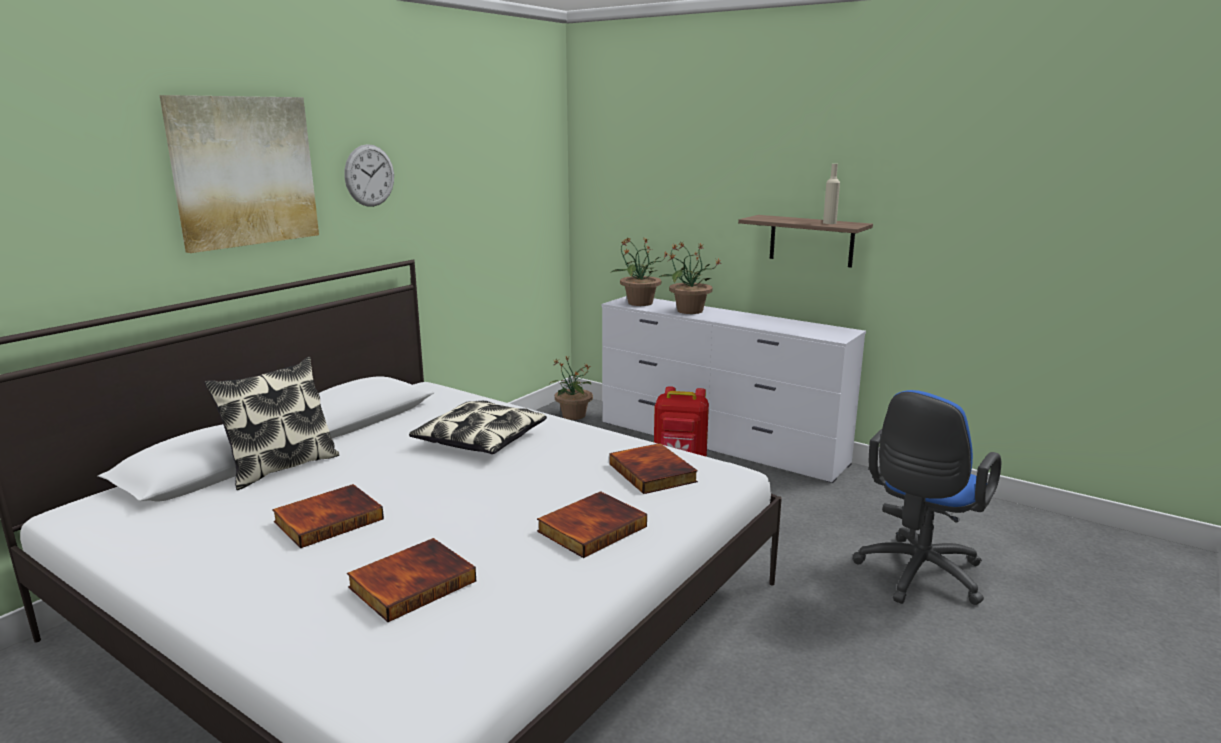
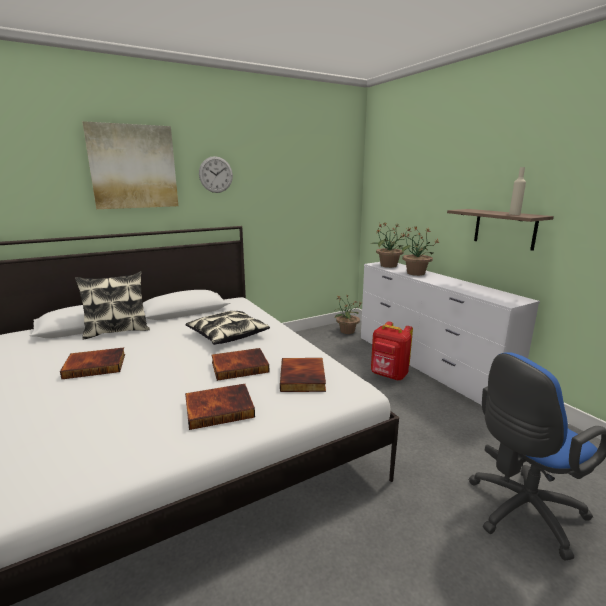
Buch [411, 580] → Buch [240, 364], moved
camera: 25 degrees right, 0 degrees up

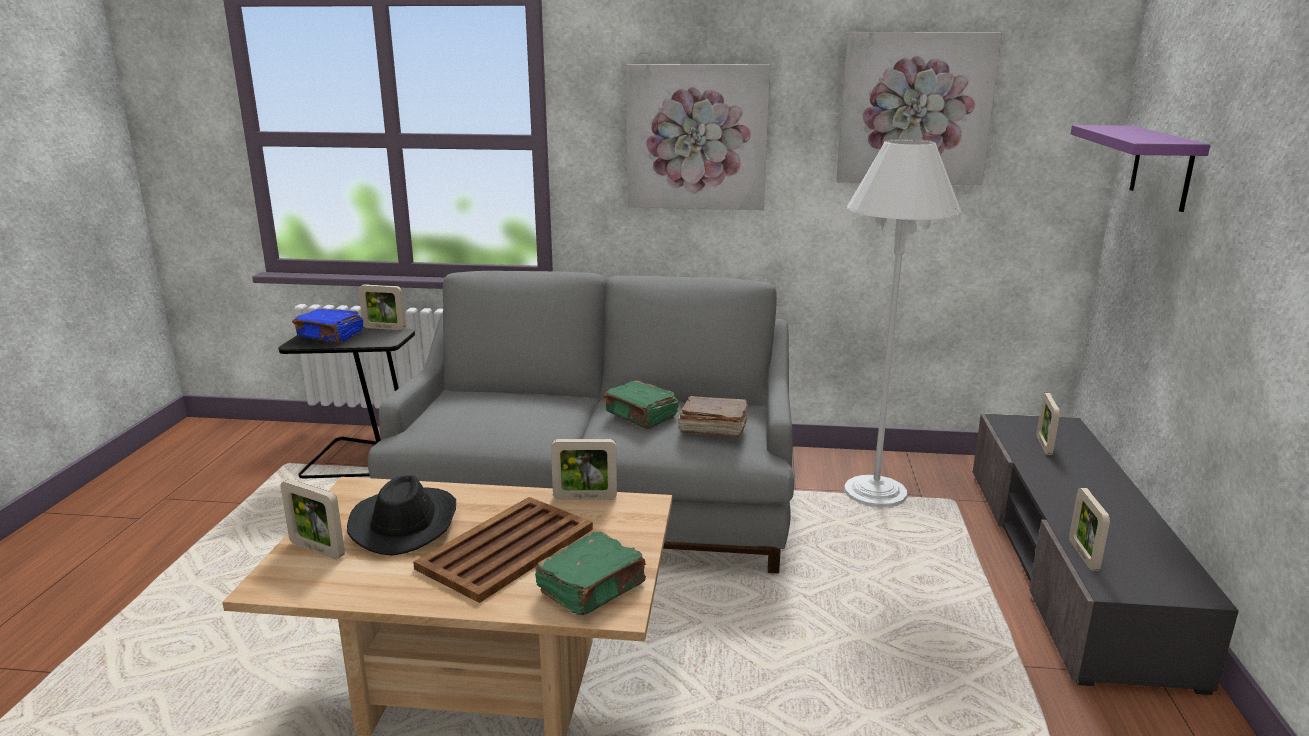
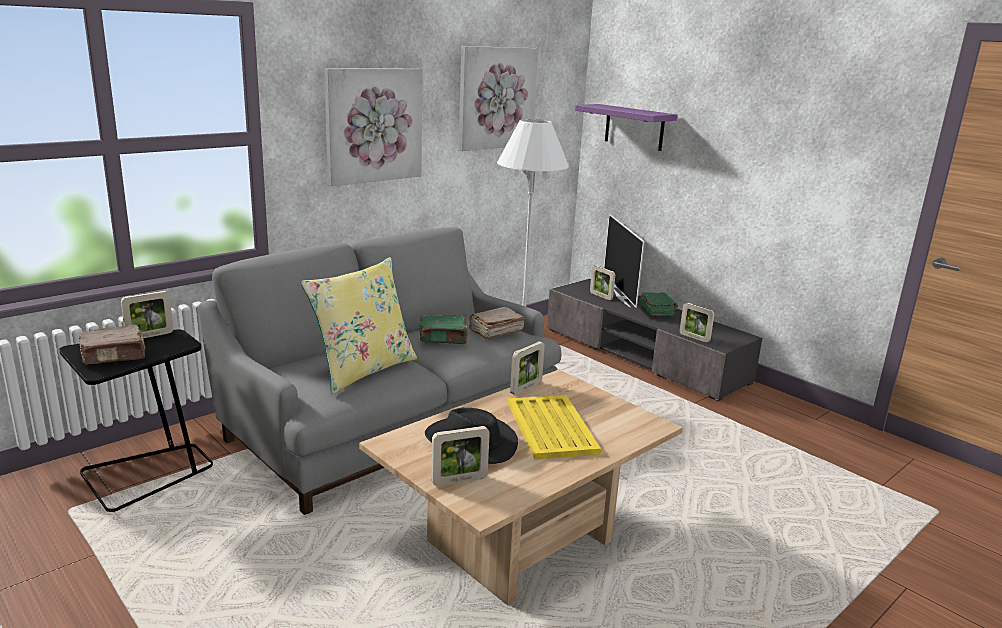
- → Kissen [gelb] [359, 325]
- → Fernseher [624, 261]
Buch [grün] [590, 573] → Buch [grün] [658, 304], moved
Buch [blau] [327, 325] → Buch [braun] [112, 345]
Tablett [braun] [503, 550] → Tablett [gelb] [554, 427]
camera: 50 degrees left, 0 degrees up

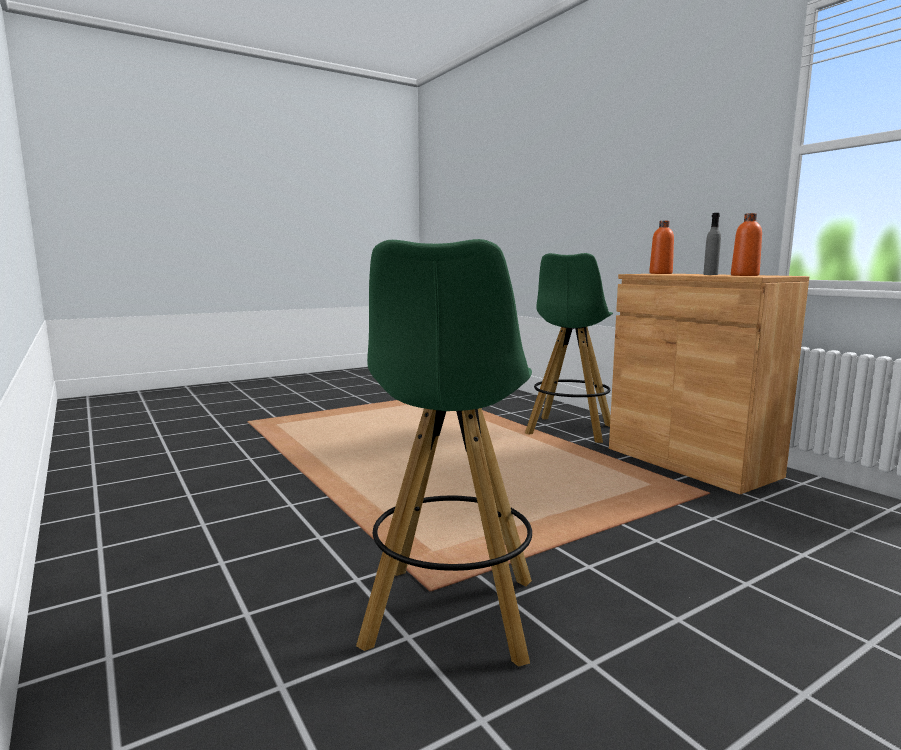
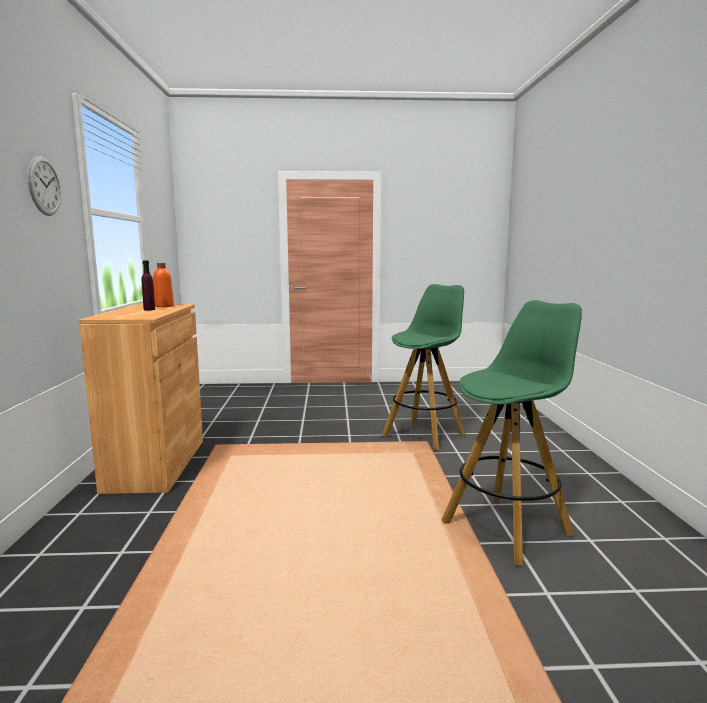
Flasche [orange] [661, 247] → -
- → Wanduhr [44, 186]
Hocker [grün] [569, 348] → Hocker [grün] [512, 433], moved
Flasche [grau] [712, 244] → Flasche [lila] [148, 285]
camera: 150 degrees left, 0 degrees up

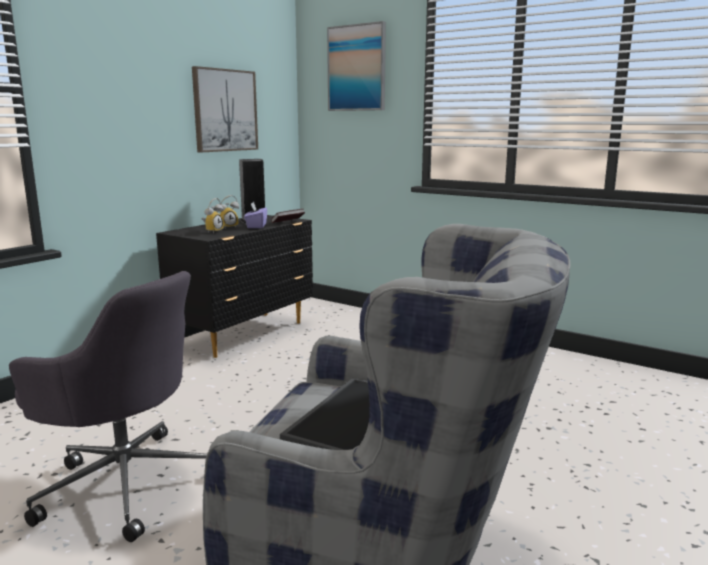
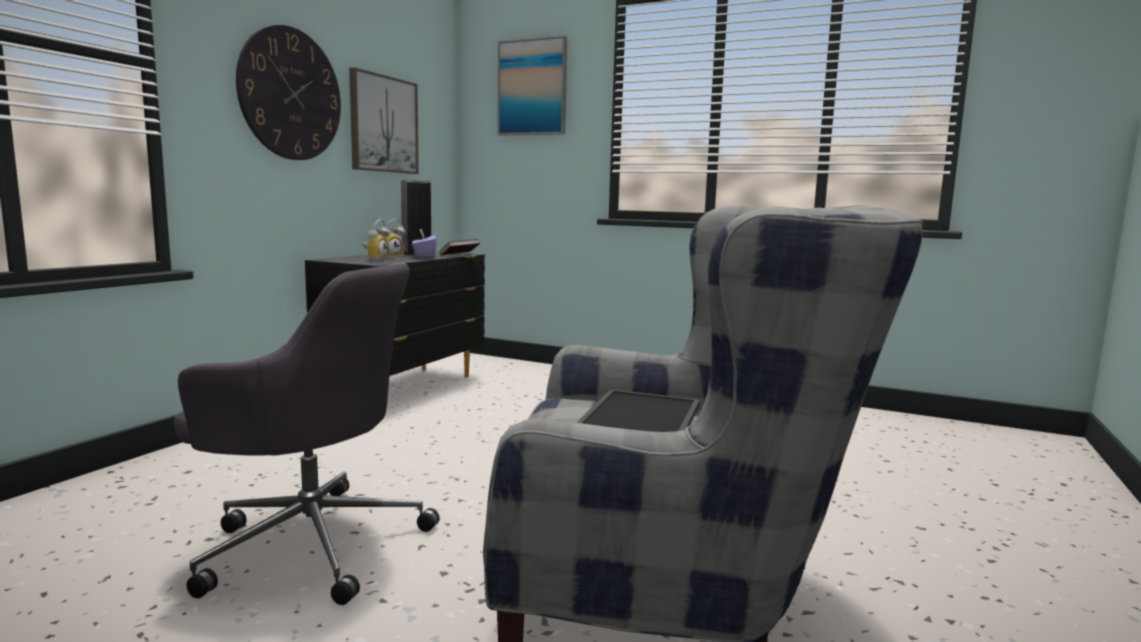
- → Wanduhr [288, 92]
camera: 10 degrees left, 5 degrees down

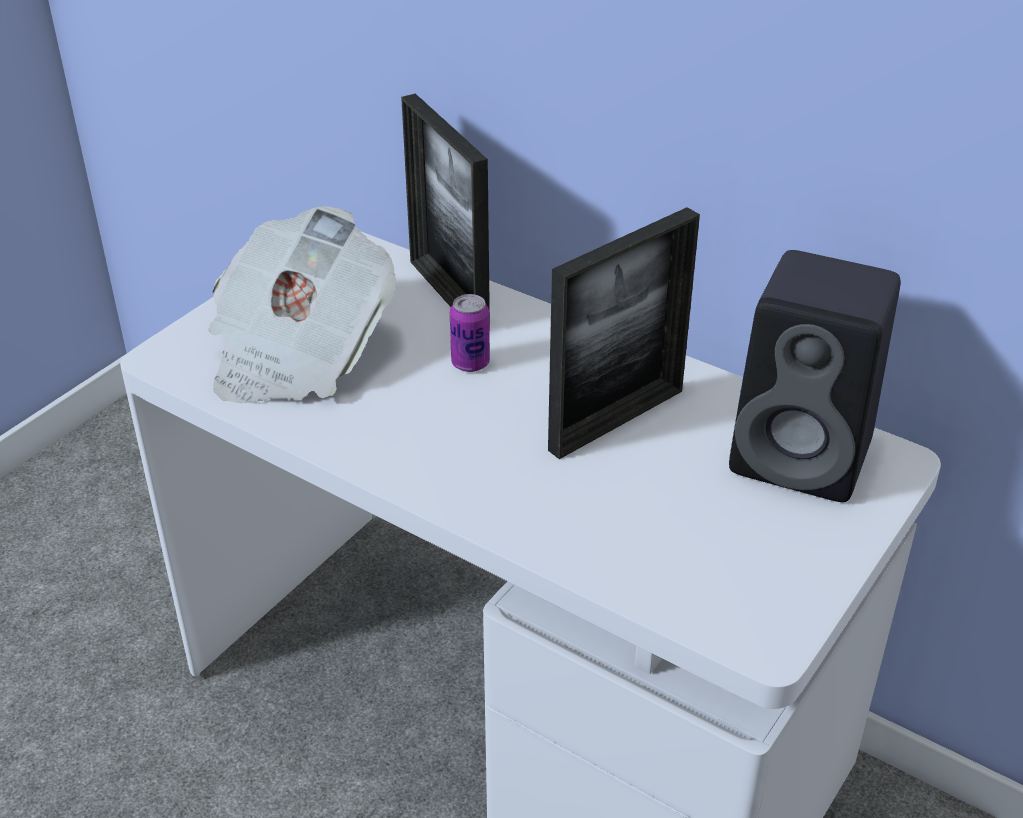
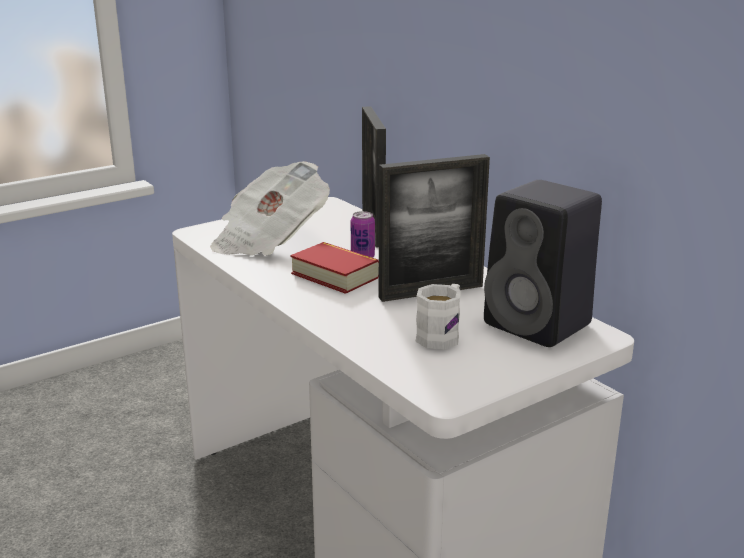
- → Buch [334, 268]
- → Henkelbecher [weiß] [438, 317]
camera: 20 degrees right, 15 degrees down

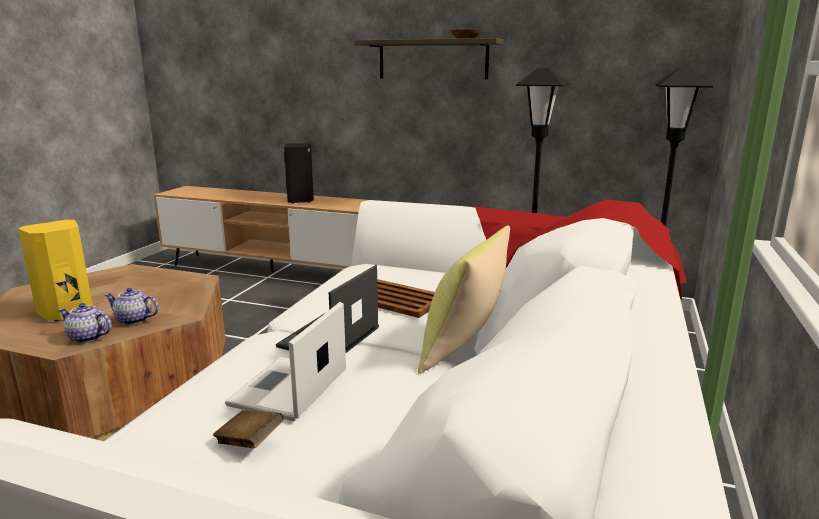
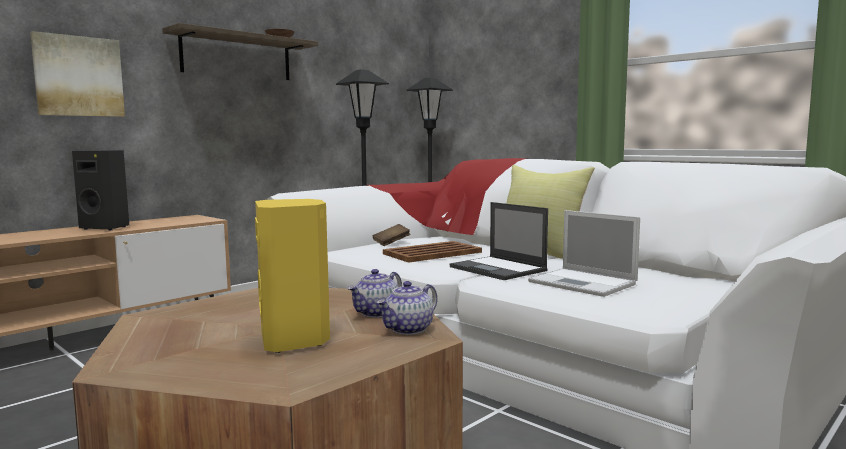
- → Bild [77, 74]
Buch [braun] [248, 429] → Buch [braun] [391, 235], moved
camera: 65 degrees left, 10 degrees down

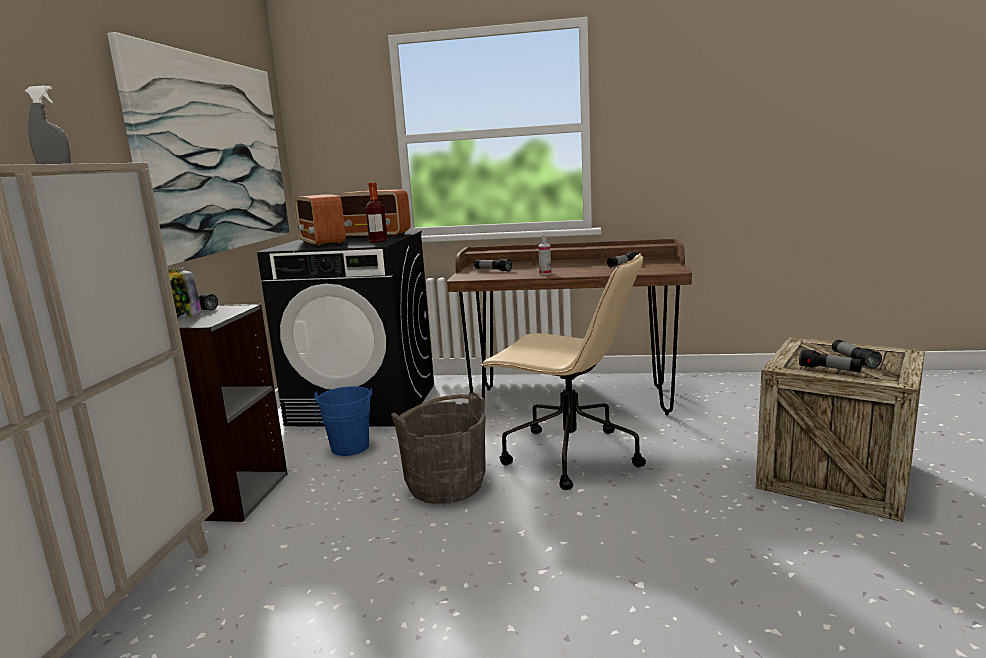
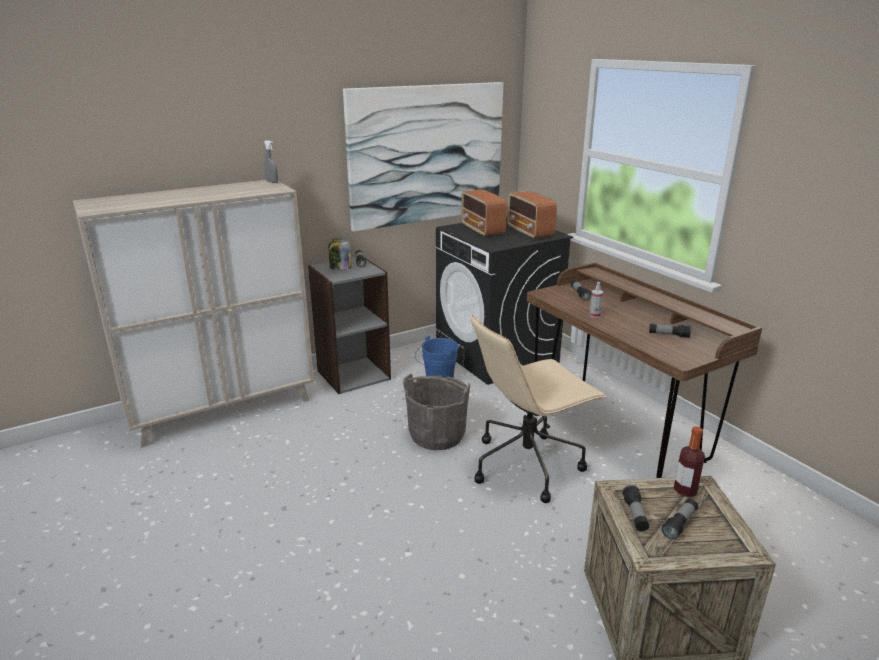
Flasche [377, 212] → Flasche [689, 461], moved
Radio [320, 220] → Radio [484, 213], 45 degrees counterclockwise
Bürostuhl [beige] [563, 371] → Bürostuhl [beige] [539, 409], 75 degrees clockwise
camera: 50 degrees right, 10 degrees up

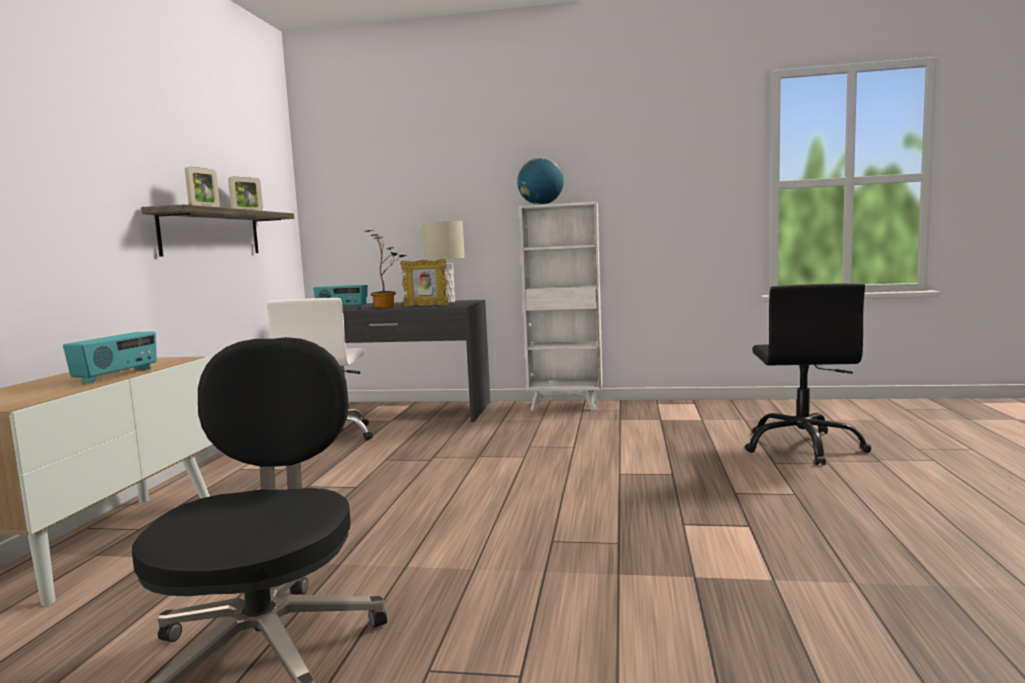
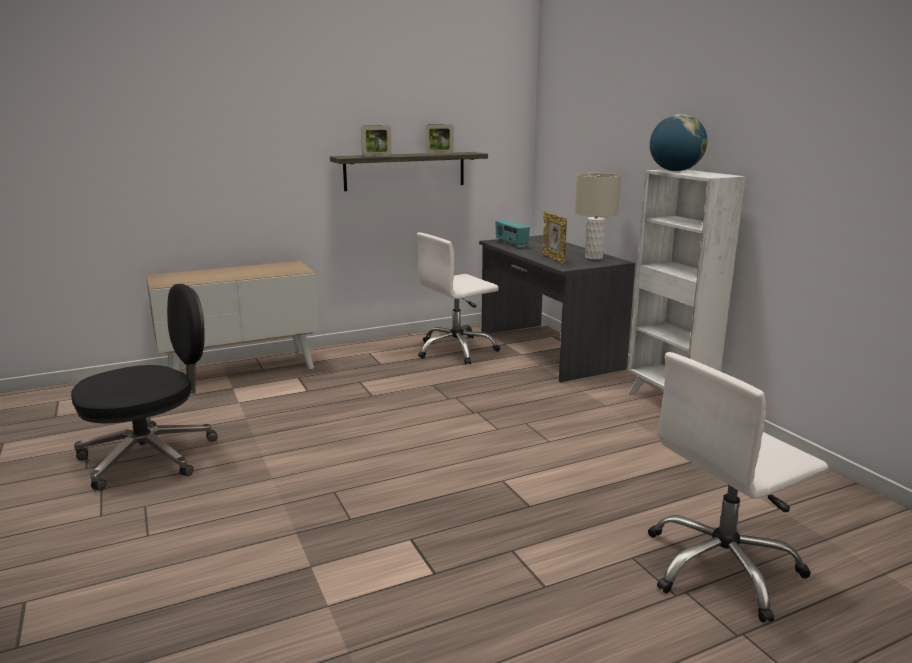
Radio [110, 357] → -
Topfpflanze [385, 269] → -
Bürostuhl [schwarz] [808, 374] → Bürostuhl [weiß] [738, 487]
camera: 55 degrees right, 10 degrees up

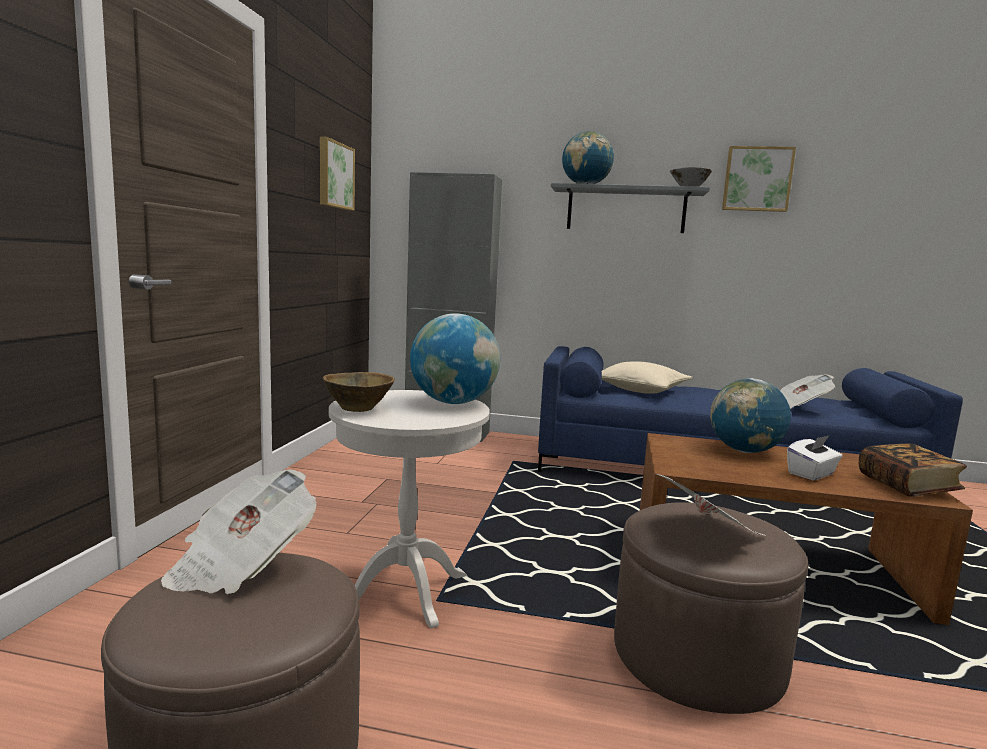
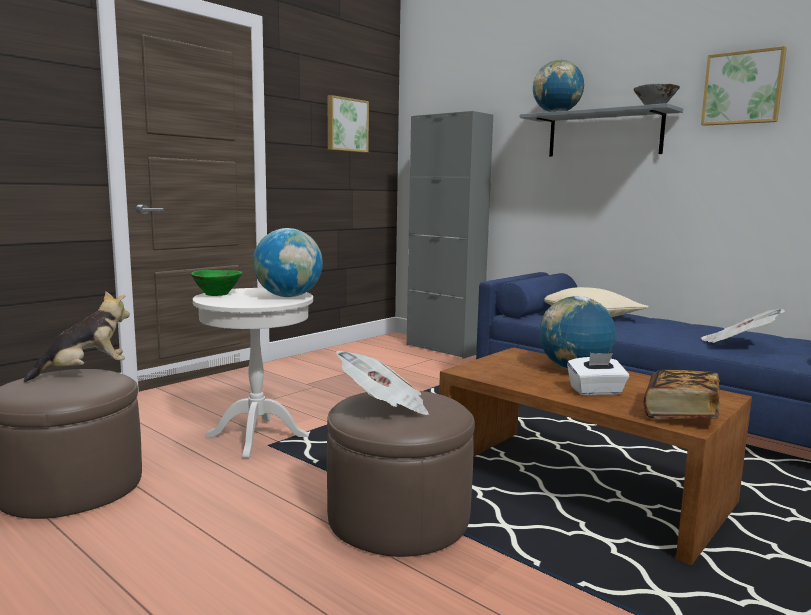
Zeitung [239, 531] → Plüschtier [77, 336]
Schüssel [braun] [359, 392] → Schüssel [grün] [216, 283]
camera: 30 degrees right, 0 degrees up

